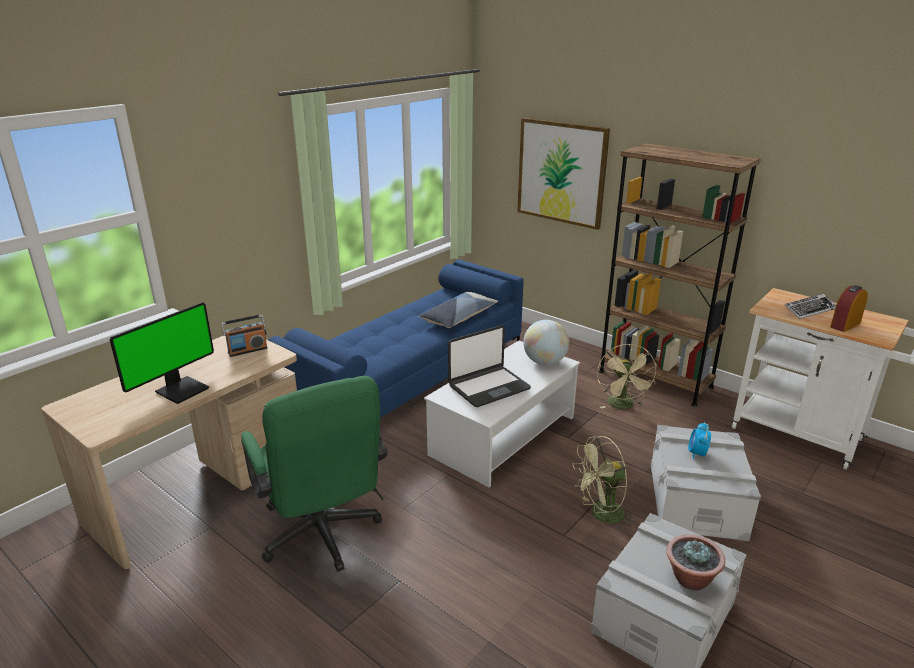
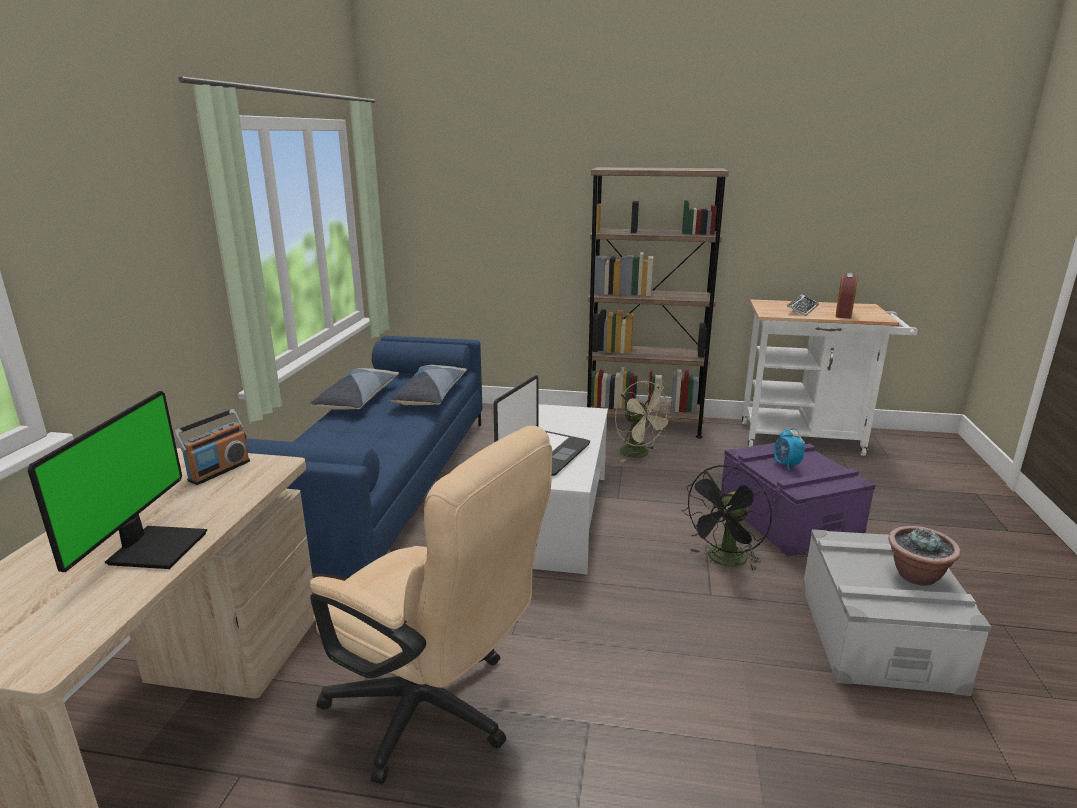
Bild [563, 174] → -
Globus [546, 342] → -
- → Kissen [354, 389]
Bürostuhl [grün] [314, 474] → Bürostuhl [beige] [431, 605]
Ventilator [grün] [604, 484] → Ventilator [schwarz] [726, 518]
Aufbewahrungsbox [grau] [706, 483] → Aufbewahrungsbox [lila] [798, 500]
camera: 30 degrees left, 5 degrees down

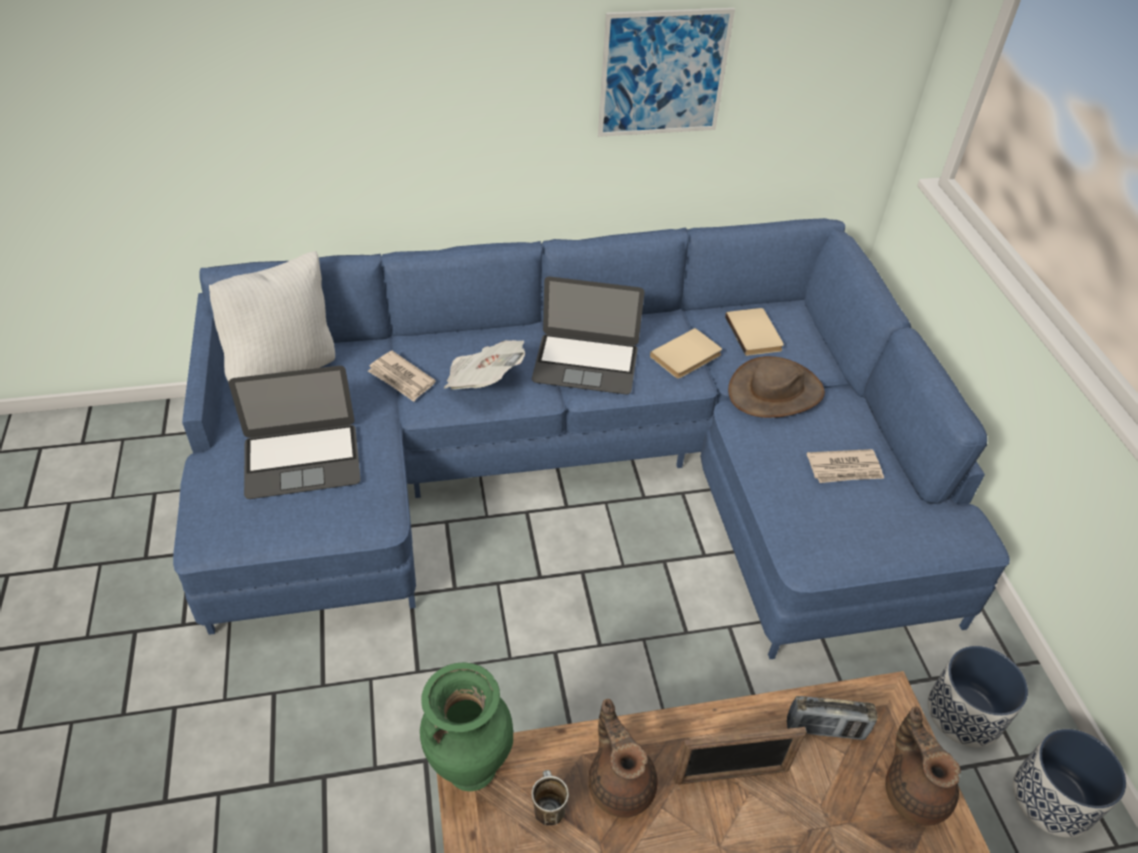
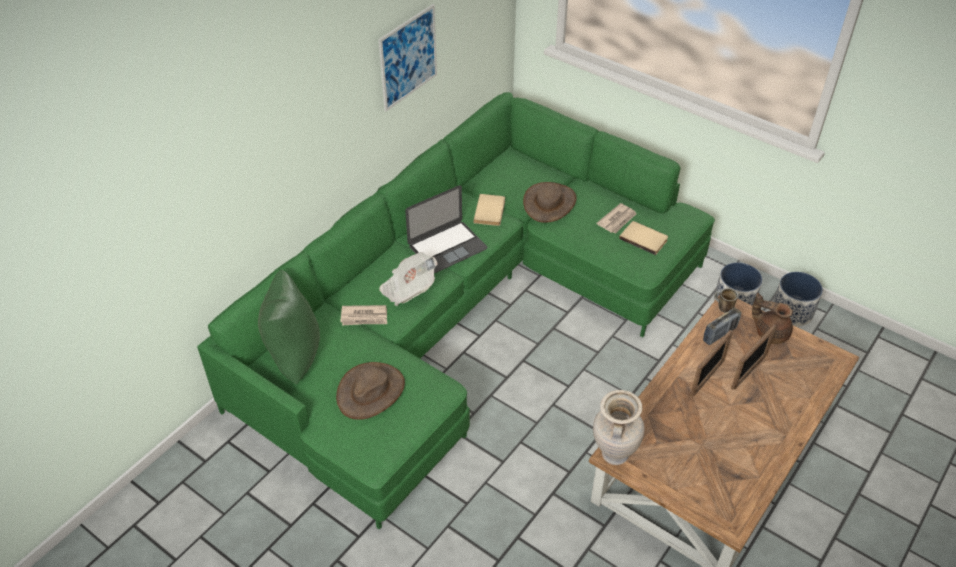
Teekanne [braun] [623, 758] → -
- → Bilderrahmen [753, 357]
Henkelbecher [550, 798] → Henkelbecher [726, 300], moved
Buch [beige] [754, 332] → Buch [beige] [643, 238], moved
Laptop [294, 432] → Hut [braun] [370, 391]
Sofa [blau] [591, 438] → Sofa [grün] [456, 311]
Kissen [weiß] [272, 317] → Kissen [grün] [289, 327]
Vase [grün] [466, 727] → Vase [beige] [619, 427]
camera: 40 degrees left, 0 degrees up

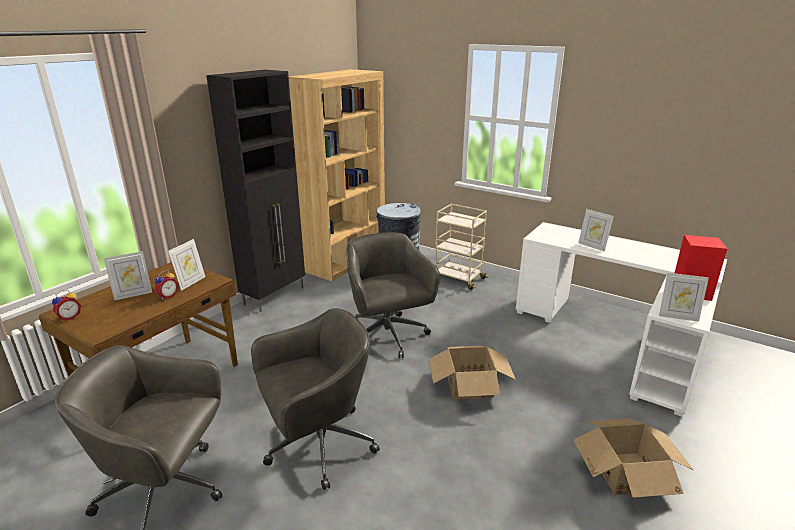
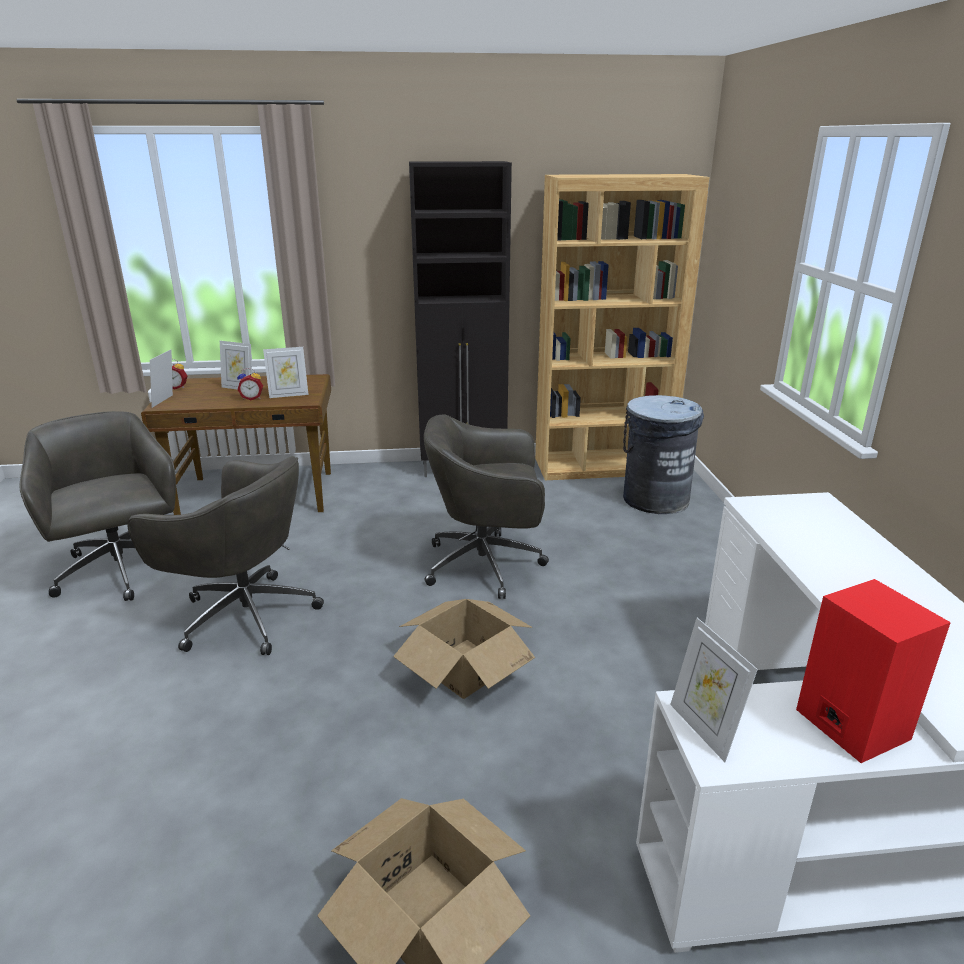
Rollwagen [beige] [461, 247] → -
Bilderrahmen [596, 230] → Bilderrahmen [161, 378], moved
Bürostuhl [grau] [393, 295] → Bürostuhl [grau] [486, 506], 120 degrees counterclockwise
camera: 50 degrees right, 0 degrees up

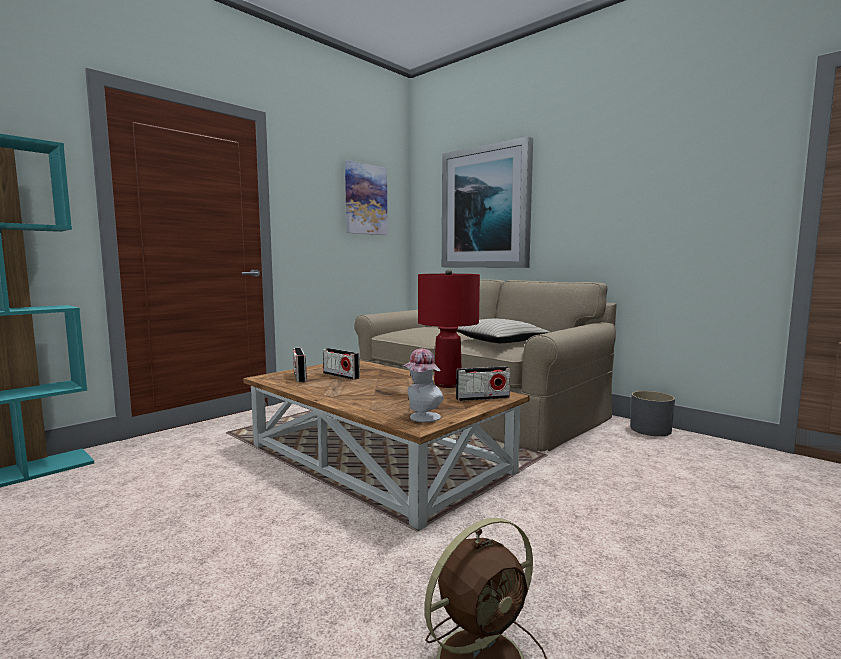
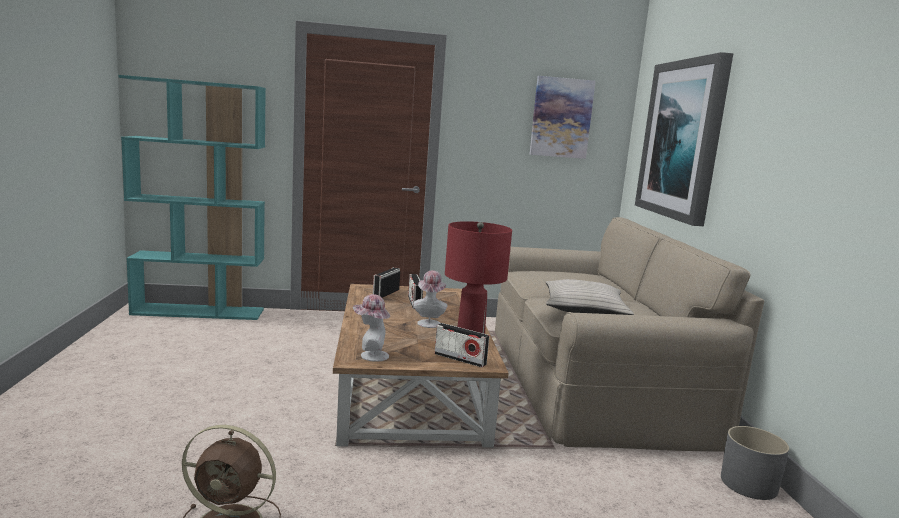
- → Hut [430, 299]
camera: 40 degrees right, 5 degrees up

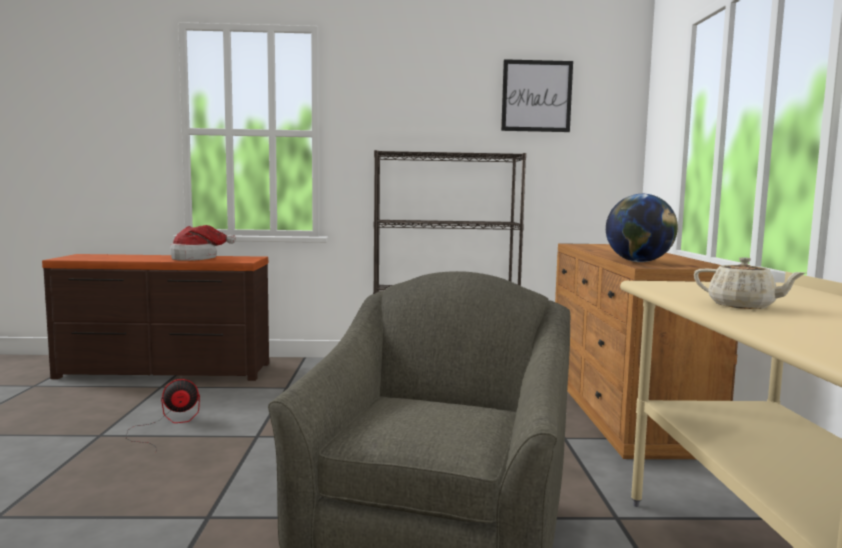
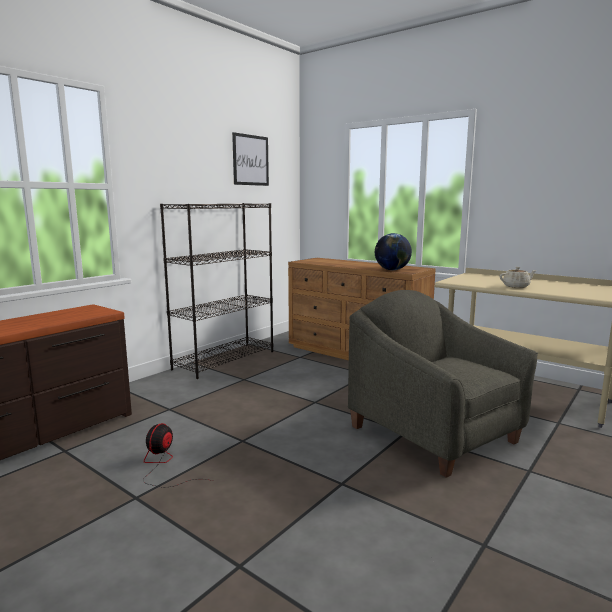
Hut [203, 243] → -
camera: 50 degrees left, 5 degrees up

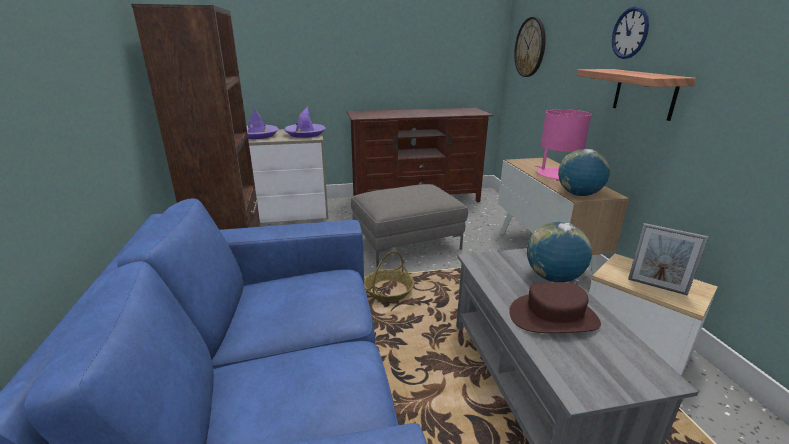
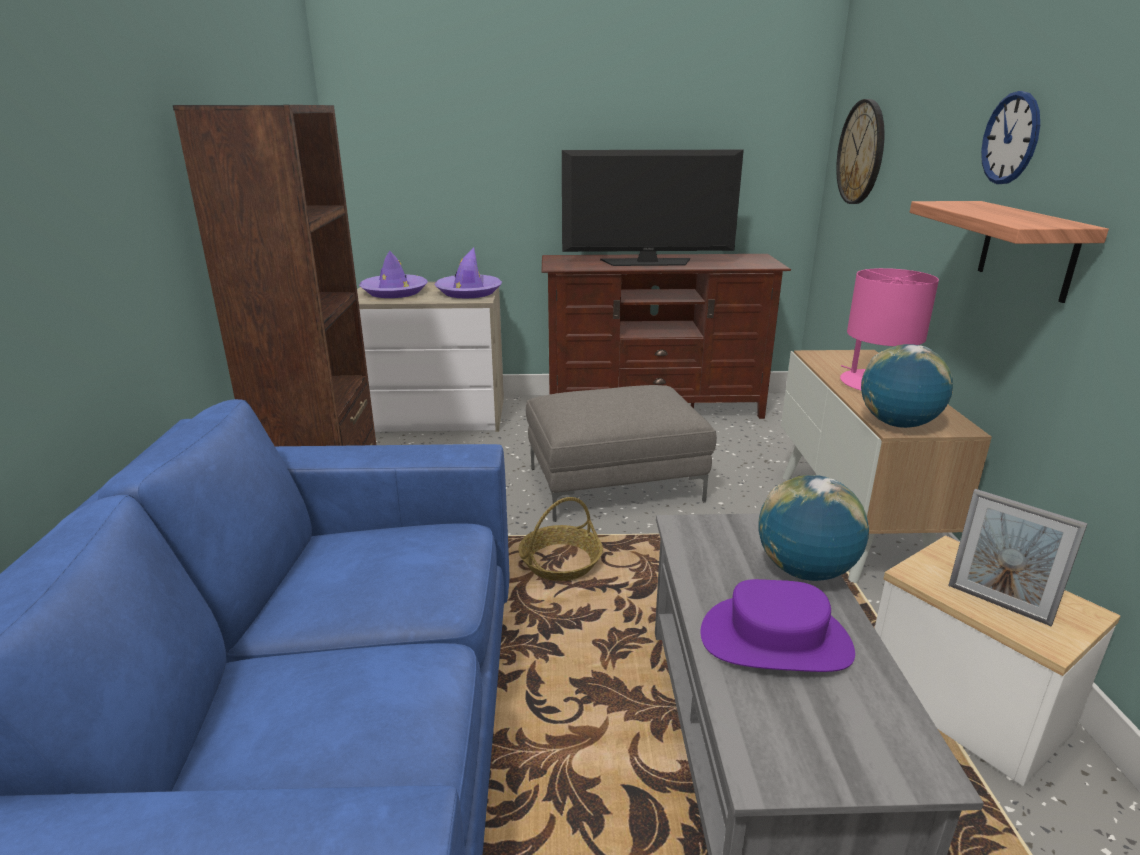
- → Fernseher [653, 208]
Hut [braun] [555, 307] → Hut [lila] [777, 625]
camera: 10 degrees right, 0 degrees up

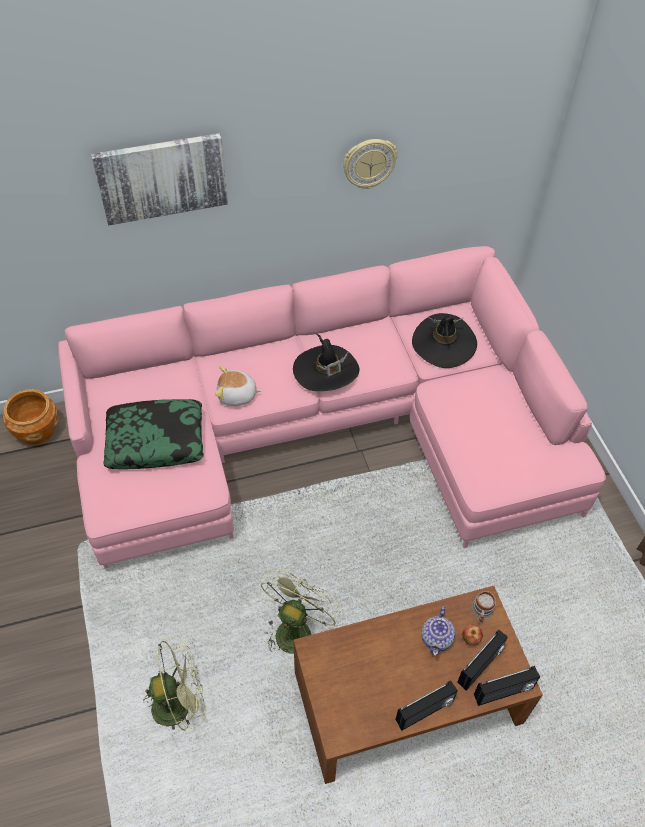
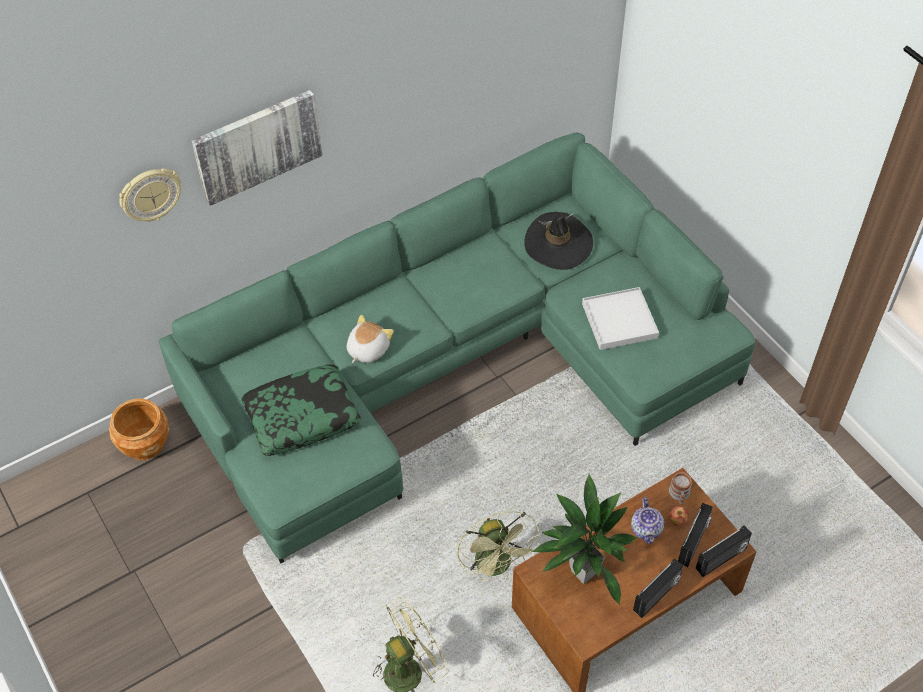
Hut [schwarz] [326, 362] → -
- → Topfpflanze [584, 539]
- → Tablett [weiß] [620, 318]
Wanduhr [370, 164] → Wanduhr [150, 195], moved
Sofa [rosa] [332, 407] → Sofa [grün] [457, 348]
Plüschtier [238, 386] → Plüschtier [370, 339], 135 degrees clockwise
Ventilator [grün] [300, 612] → Ventilator [grün] [498, 546], 150 degrees clockwise
camera: 15 degrees left, 0 degrees up

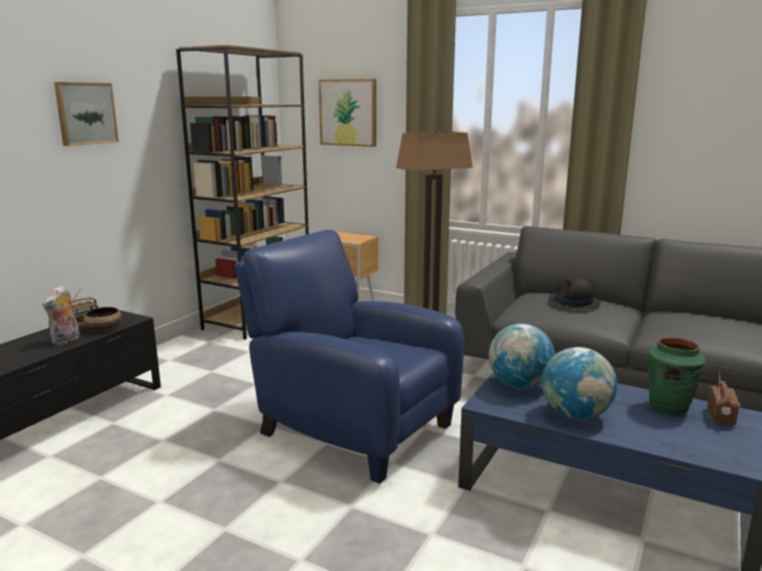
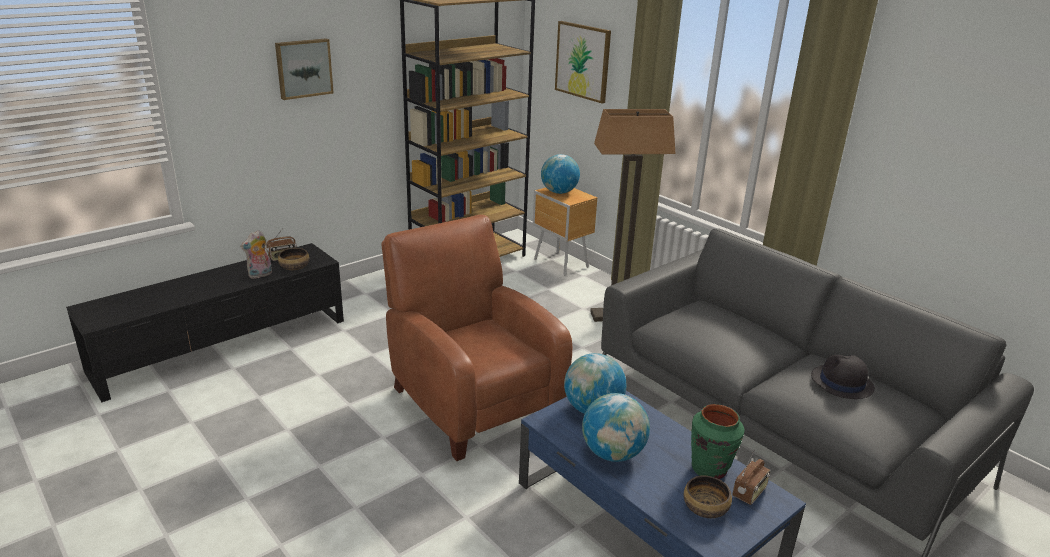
- → Globus [560, 174]
- → Schüssel [707, 496]
Hut [schwarz] [574, 293] → Hut [schwarz] [843, 377], moved
Sessel [blau] [349, 357] → Sessel [braun] [476, 338]
camera: 20 degrees right, 10 degrees up

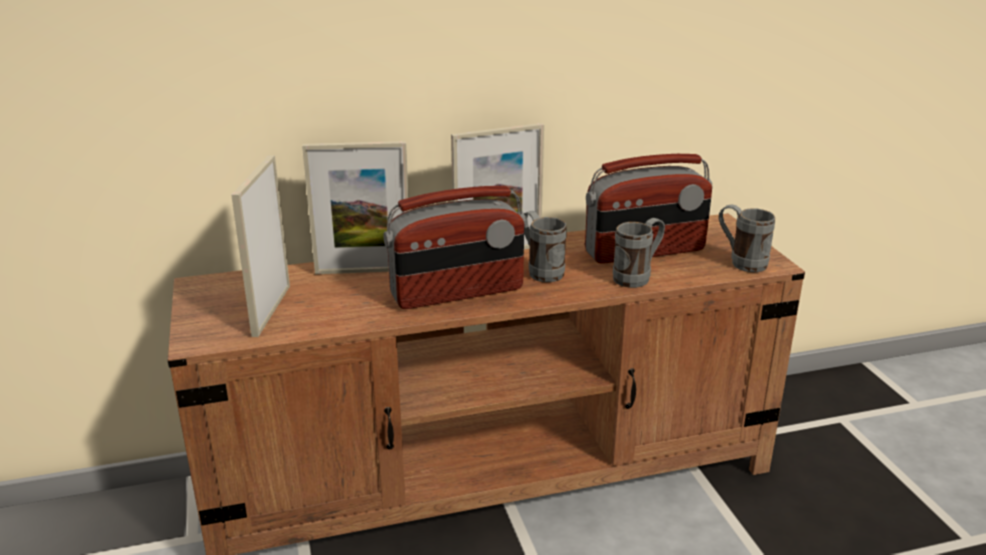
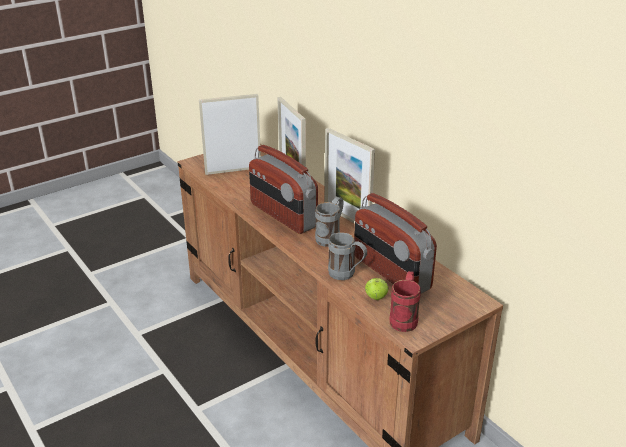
- → Apfel [376, 289]
Henkelbecher [grau] [747, 238] → Henkelbecher [rot] [405, 301]
camera: 70 degrees right, 5 degrees up

